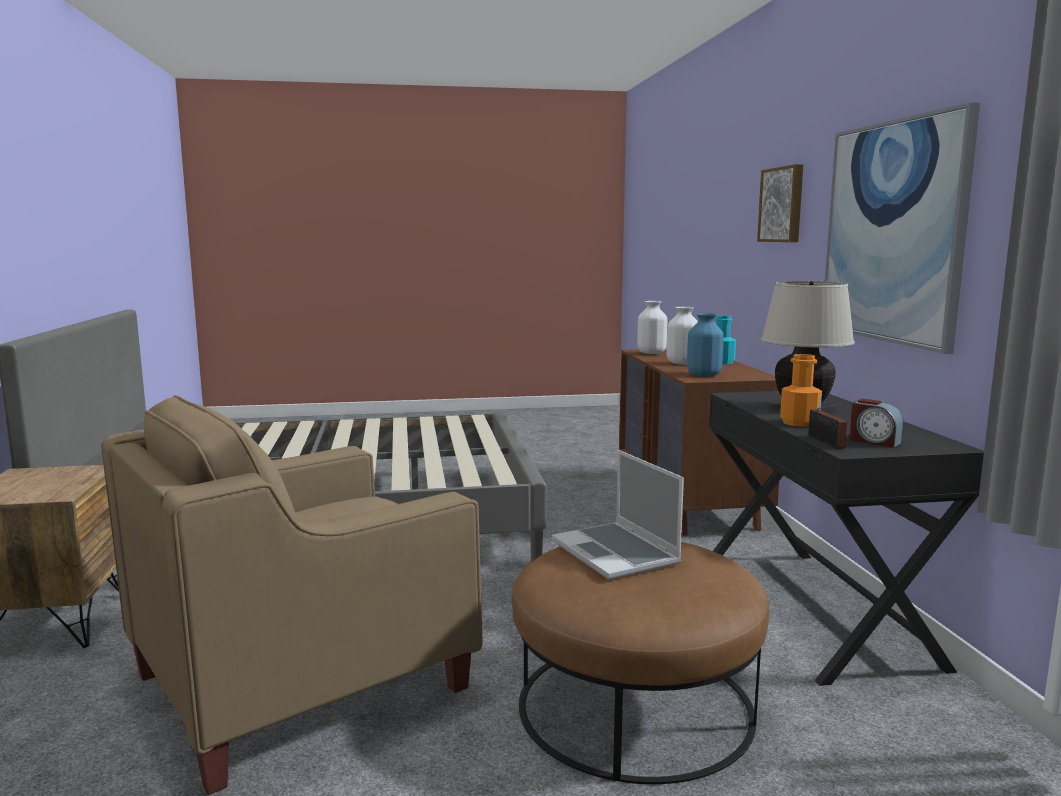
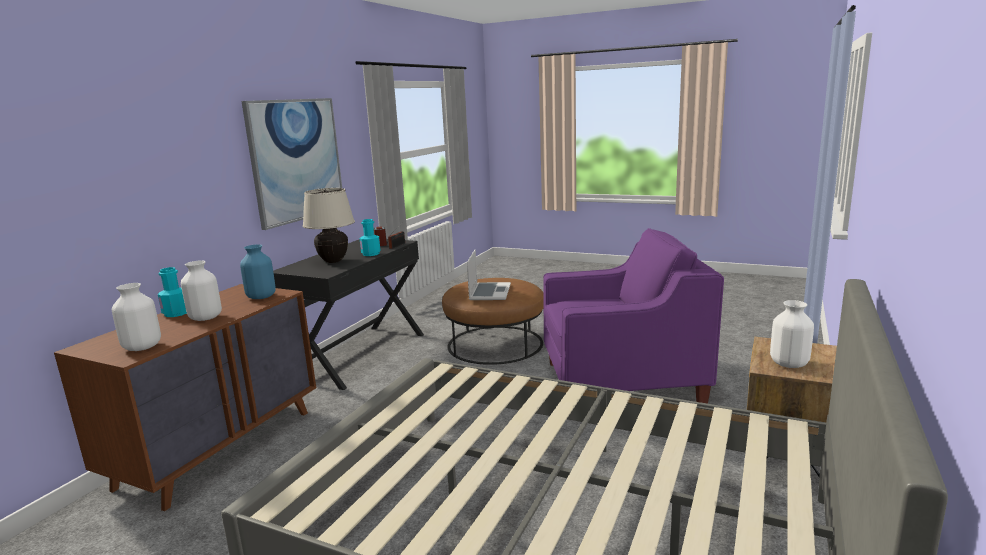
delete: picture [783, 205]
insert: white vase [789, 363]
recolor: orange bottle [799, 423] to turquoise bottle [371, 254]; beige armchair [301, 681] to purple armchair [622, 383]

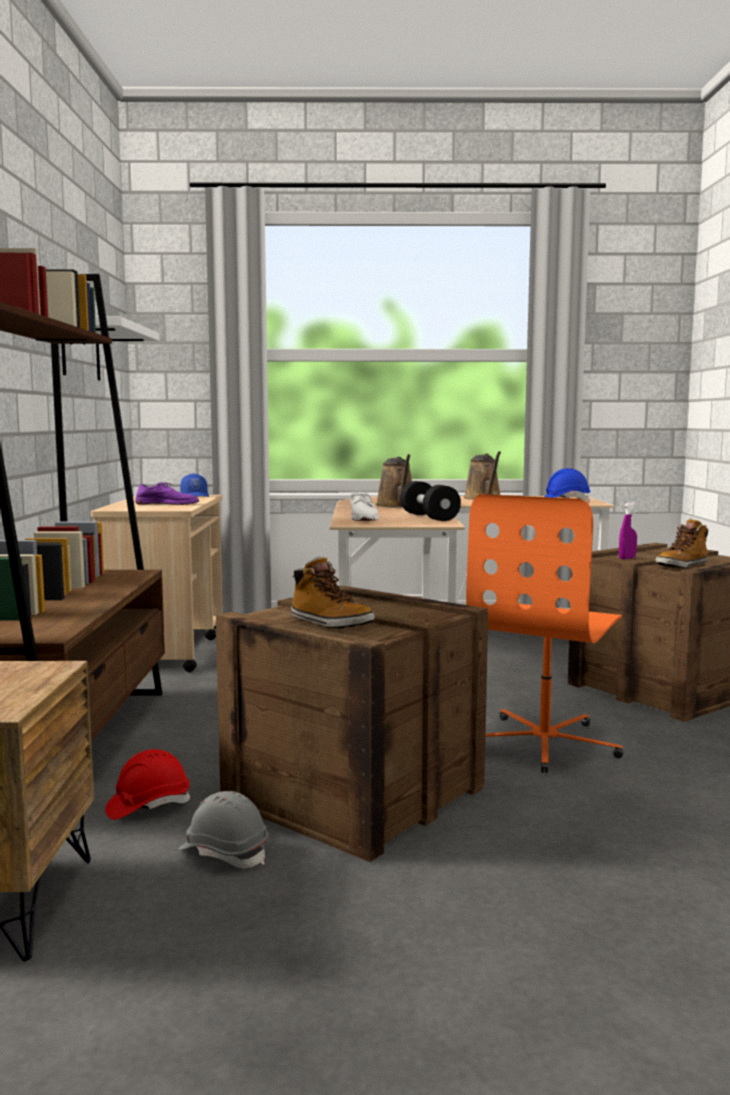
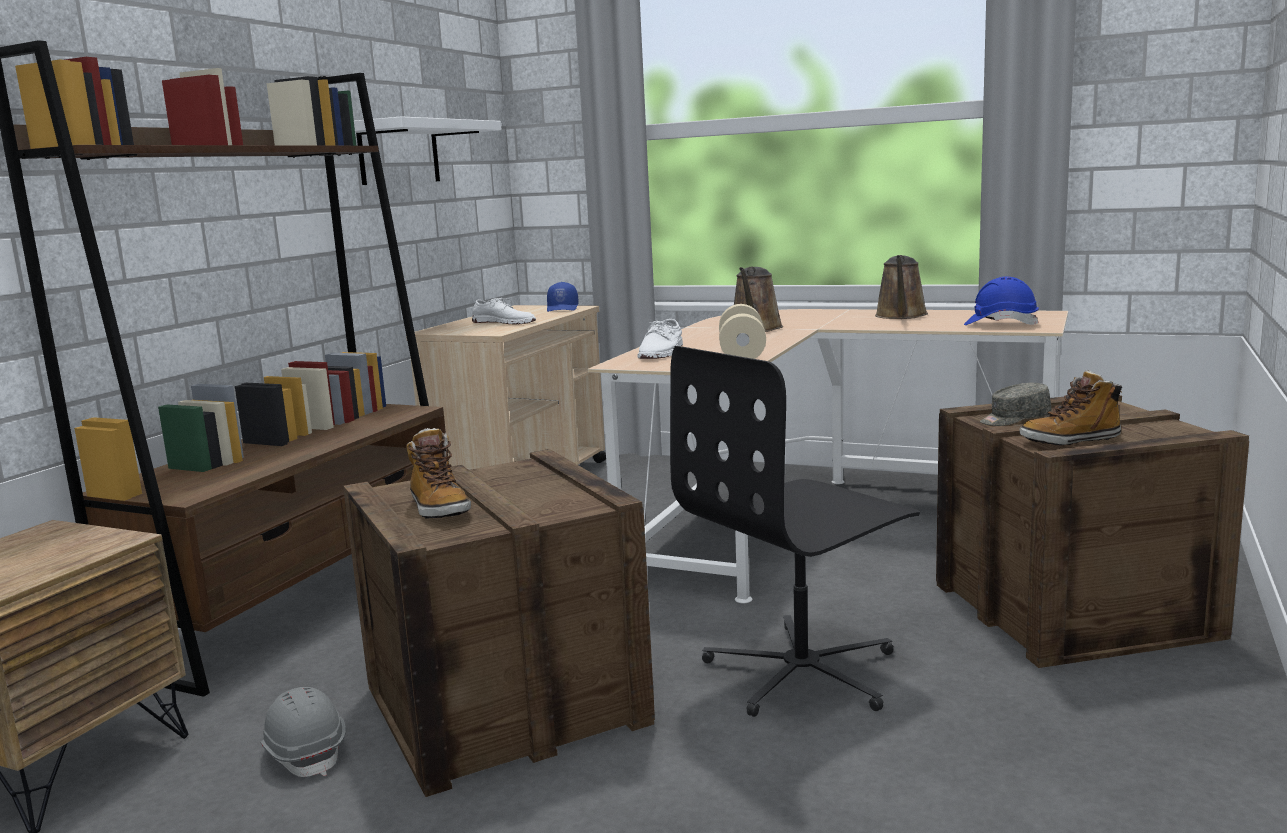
delete: red hard hat [148, 805]
replace: purple spray bottle [627, 558] to grey cap [1014, 420]
recolor: black dumbbell [429, 517] to beige dumbbell [742, 354]; purple shoe [167, 503] to white shoe [504, 322]; orange office chair [545, 743] to black office chair [803, 672]

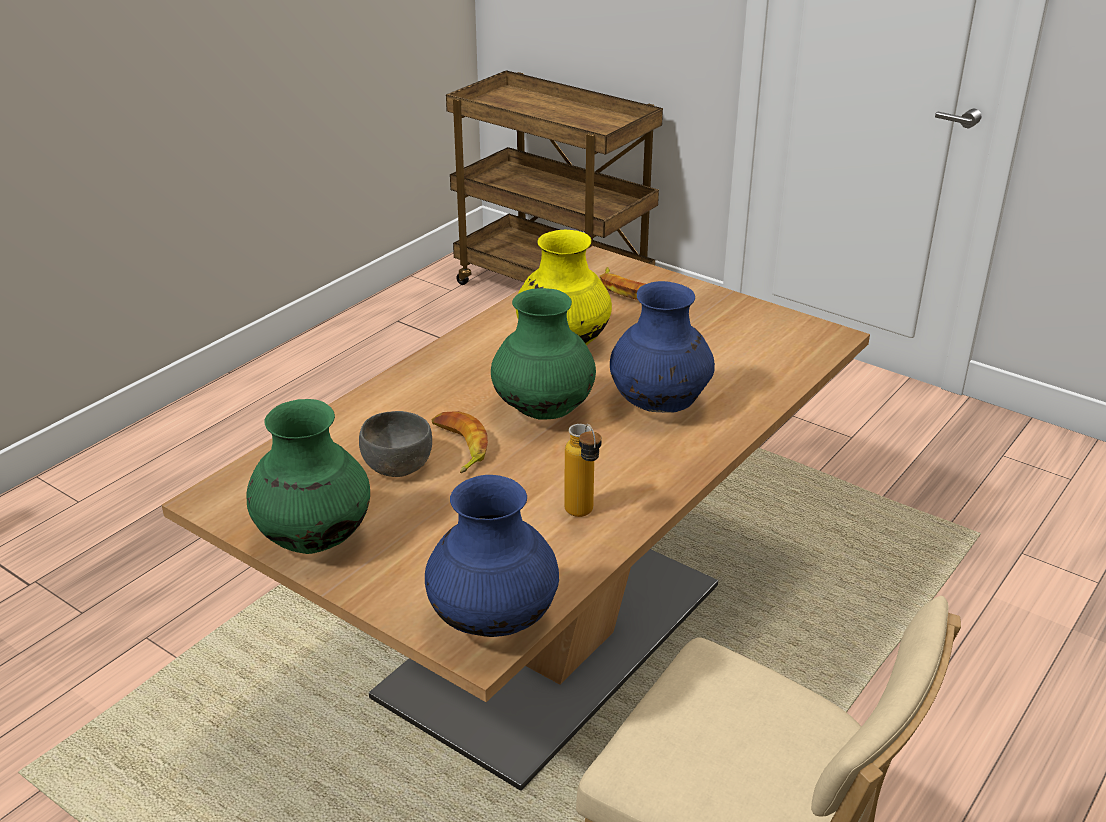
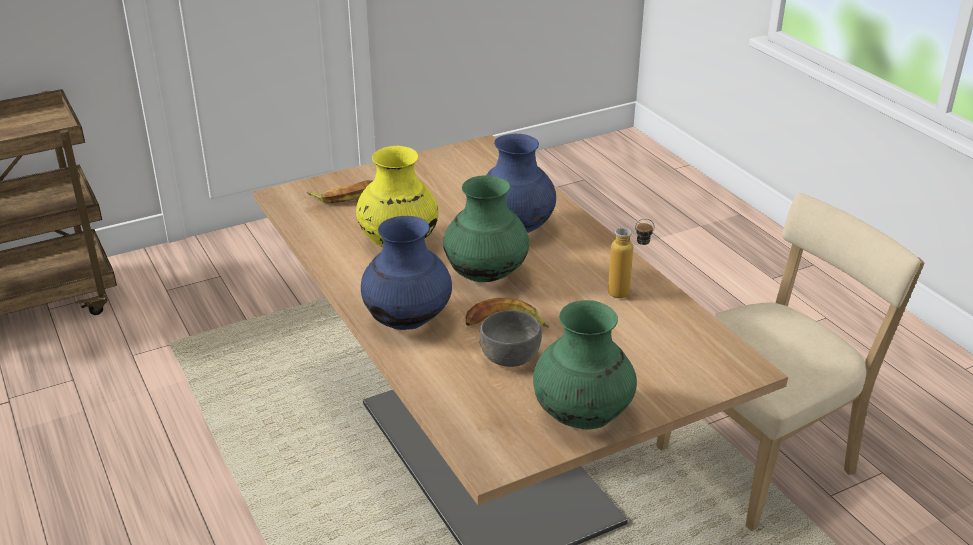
move: blue vase [494, 621] to [407, 320]

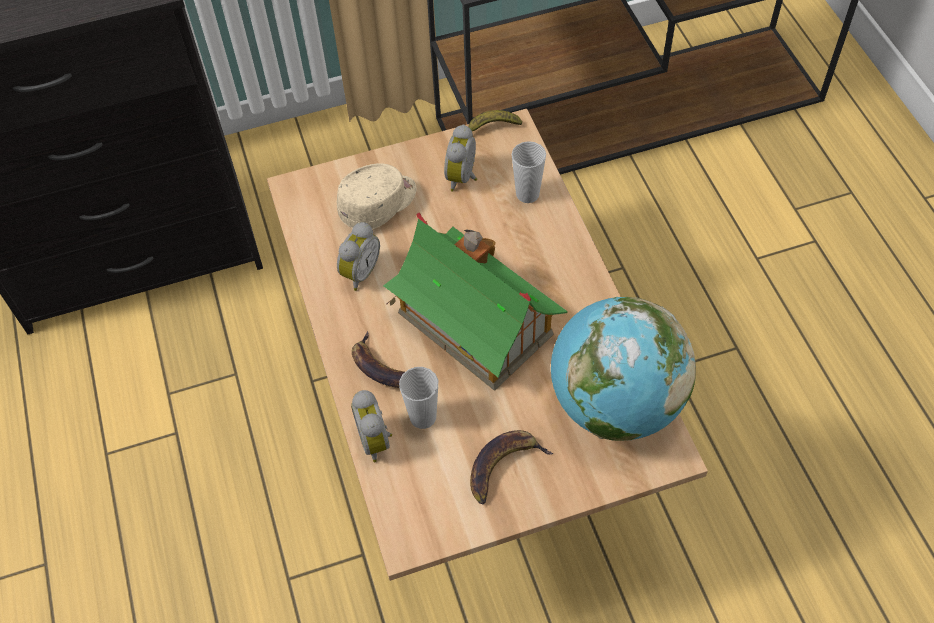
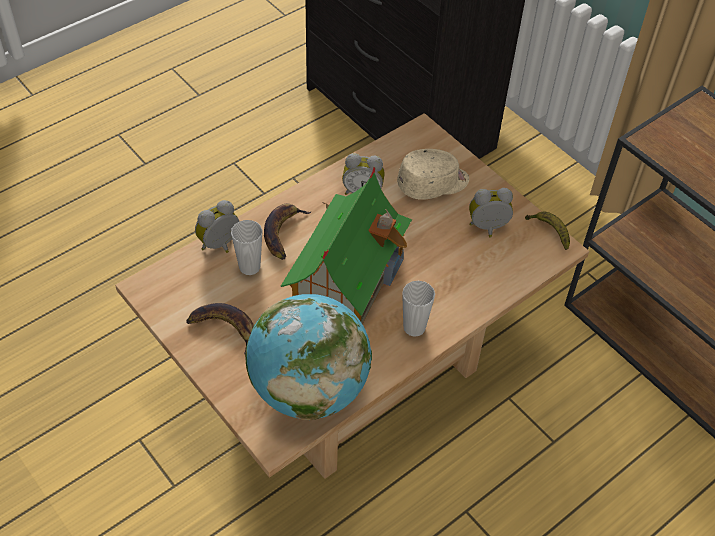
move: cup [527, 194] to [414, 327]
rotate: beige cap [379, 204] = [433, 184] 45 degrees counterclockwise

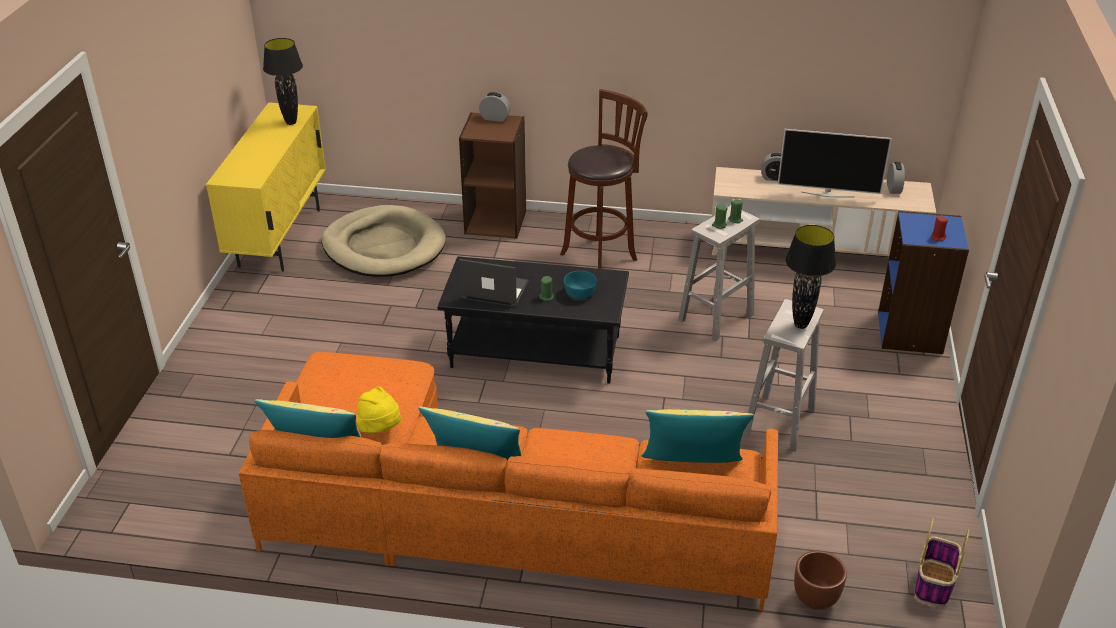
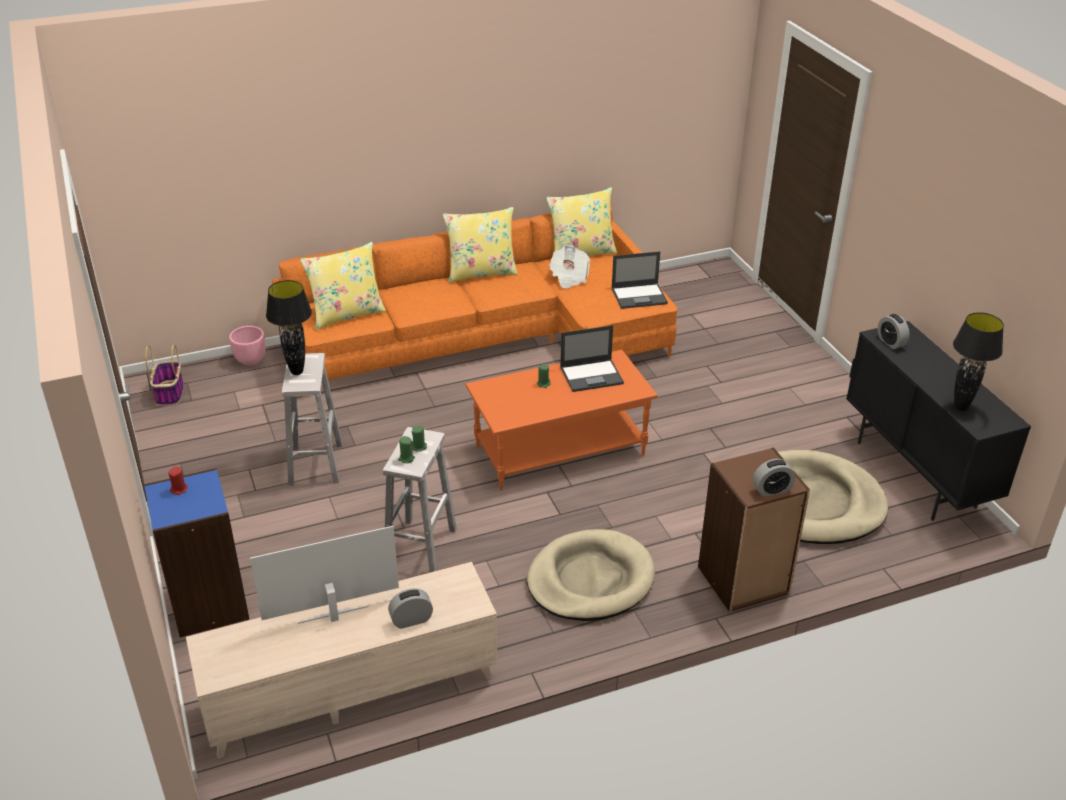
delete: turquoise bowl [580, 293]
insert: laptop [639, 296]
move: alarm clock [893, 188] to [890, 342]
replace: brown stool [601, 255] to beige dog bed [590, 580]; yellow hat [381, 429] to newspaper [569, 277]
recolor: yellow cabinet [280, 237] to black cabinet [915, 474]; black coffee table [534, 353] to orange coffee table [560, 450]; brown planter [815, 600] to pink planter [251, 360]

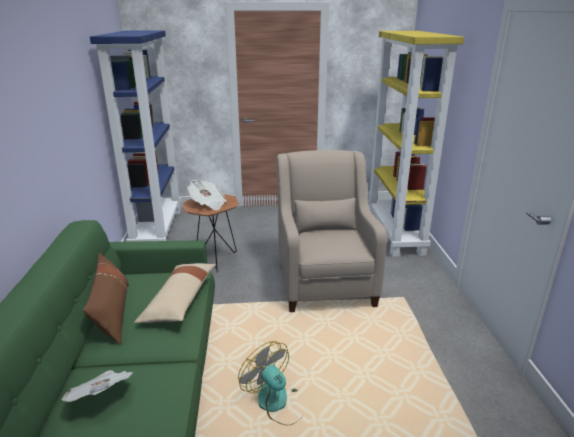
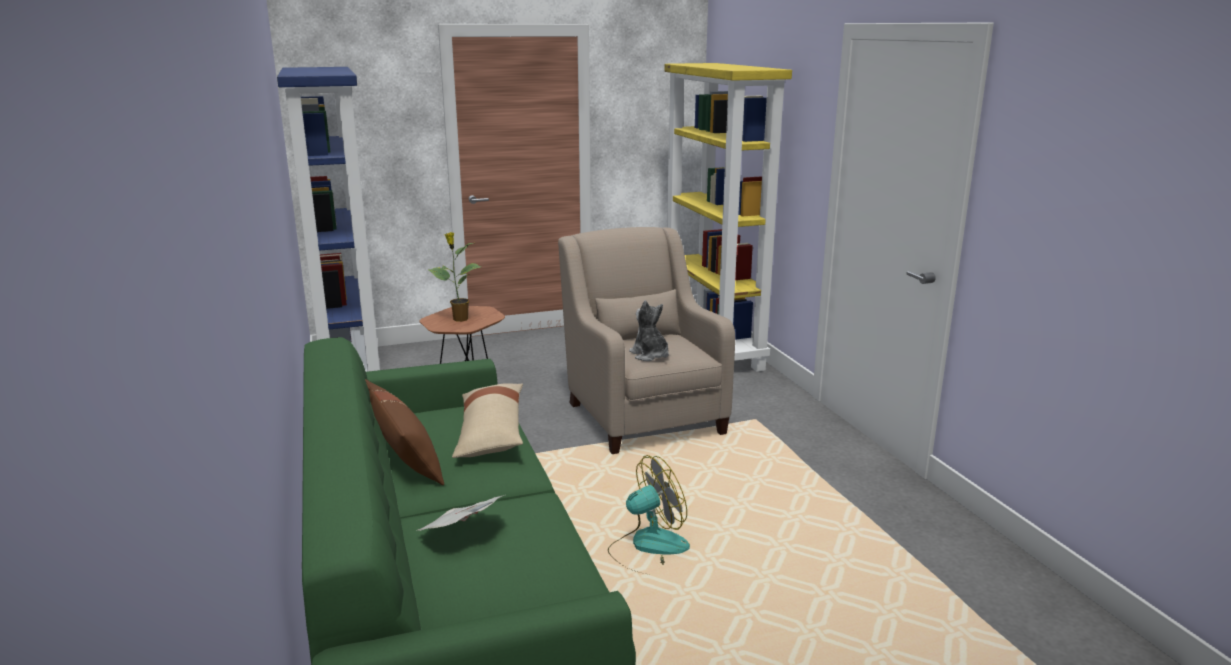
insert: plush toy [650, 355]
replace: newspaper [208, 204] to potted plant [459, 319]
rotate: fan [278, 402] = [647, 548] 120 degrees clockwise

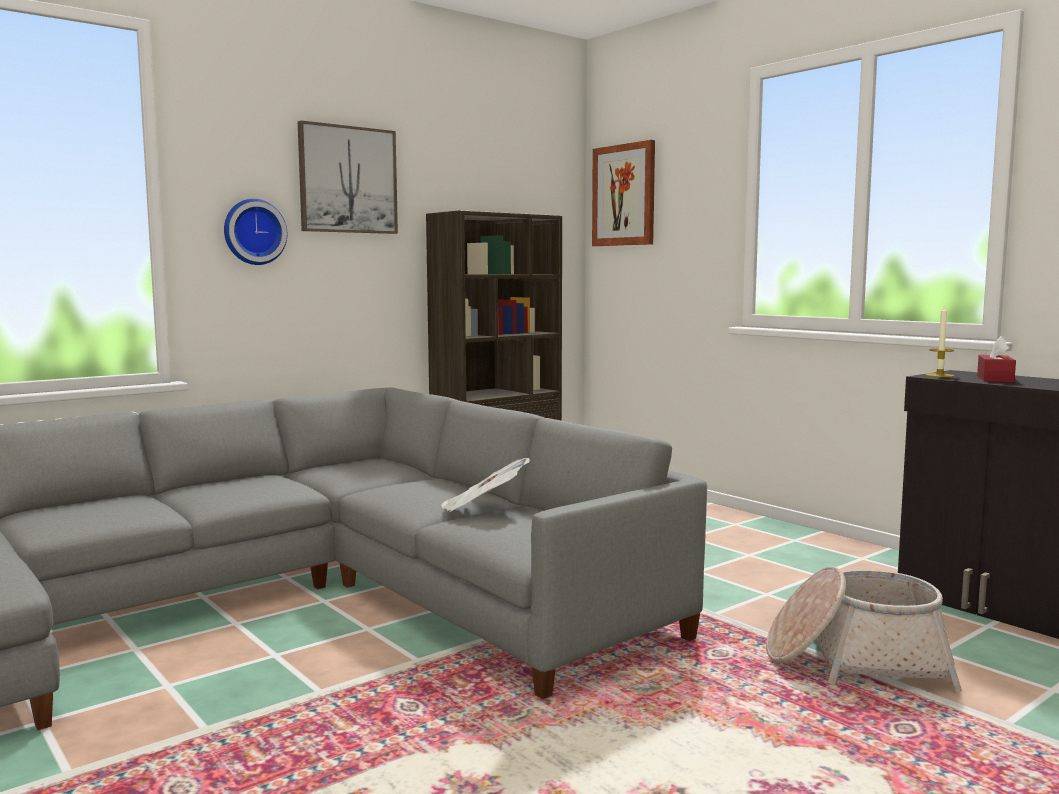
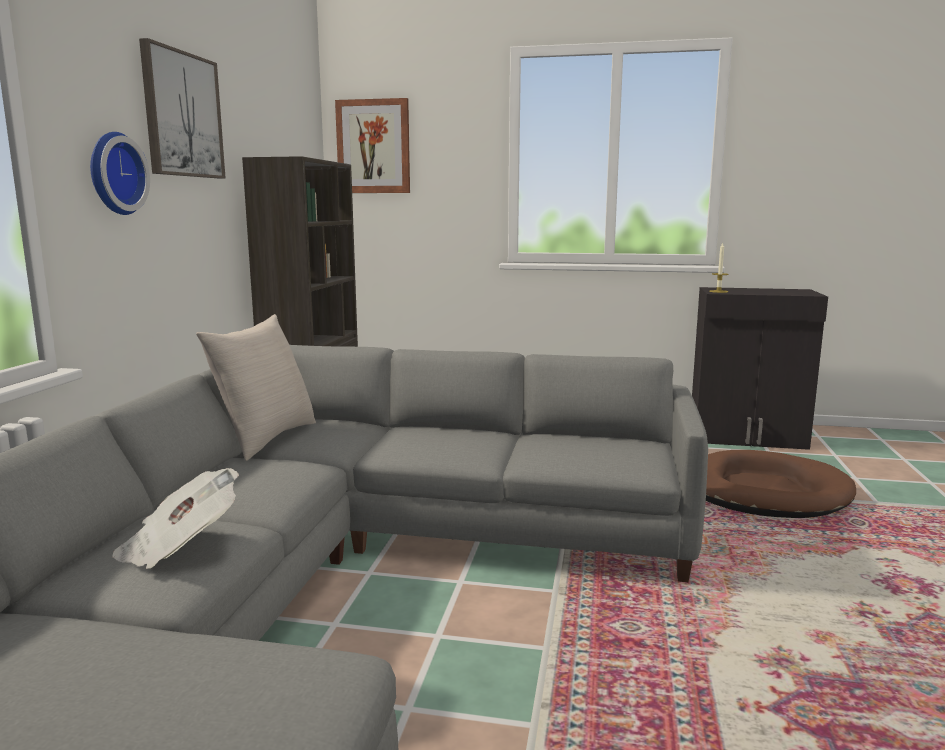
delete: red tissue box [995, 379]
insert: beige pillow [265, 439]
move: newspaper [483, 509] to [179, 547]
replace: basket [855, 661] to brown dog bed [764, 492]

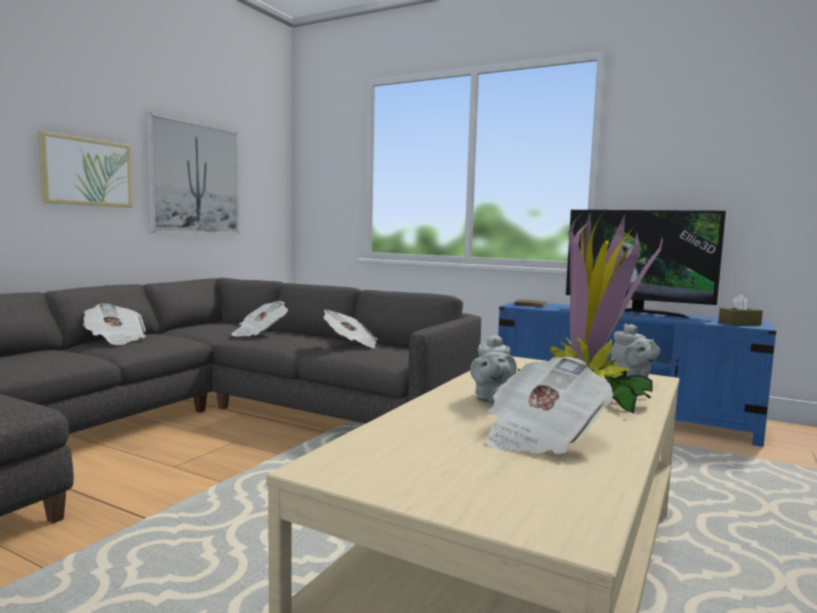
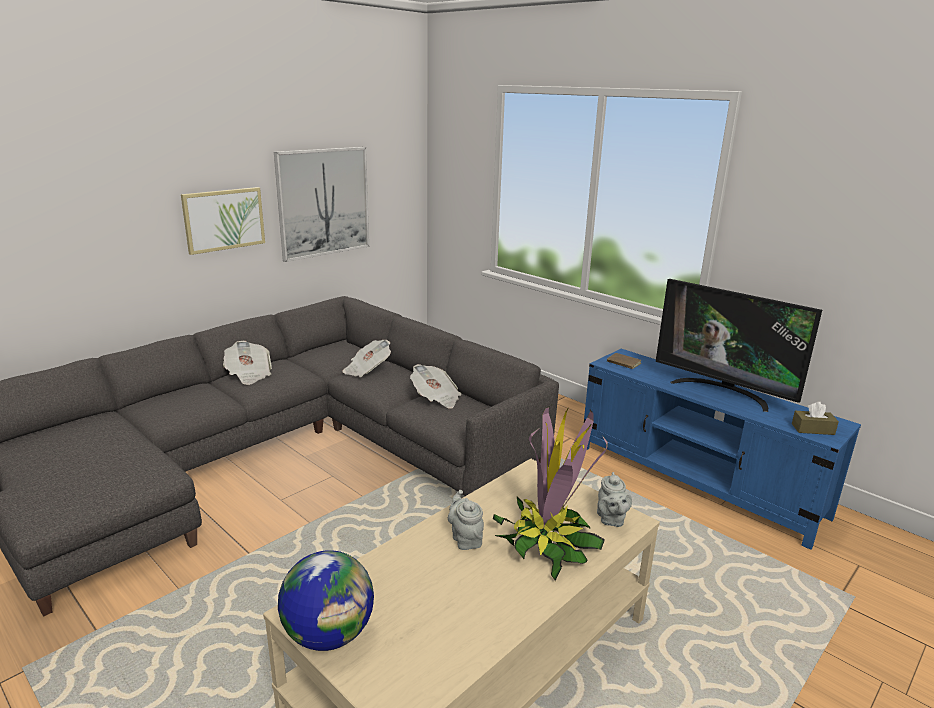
delete: newspaper [540, 437]
insert: globe [329, 634]
rotate: grey teapot [491, 399] = [465, 539] 135 degrees clockwise

